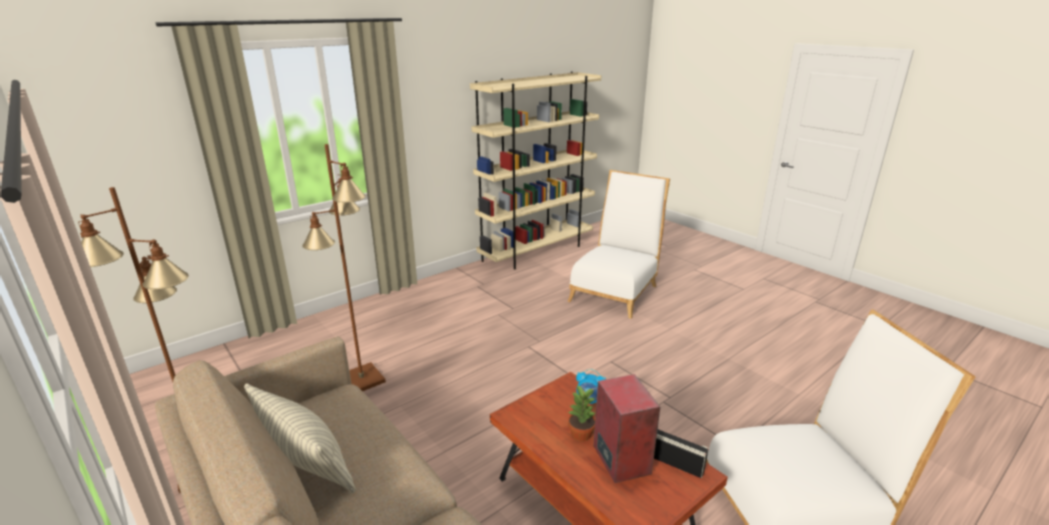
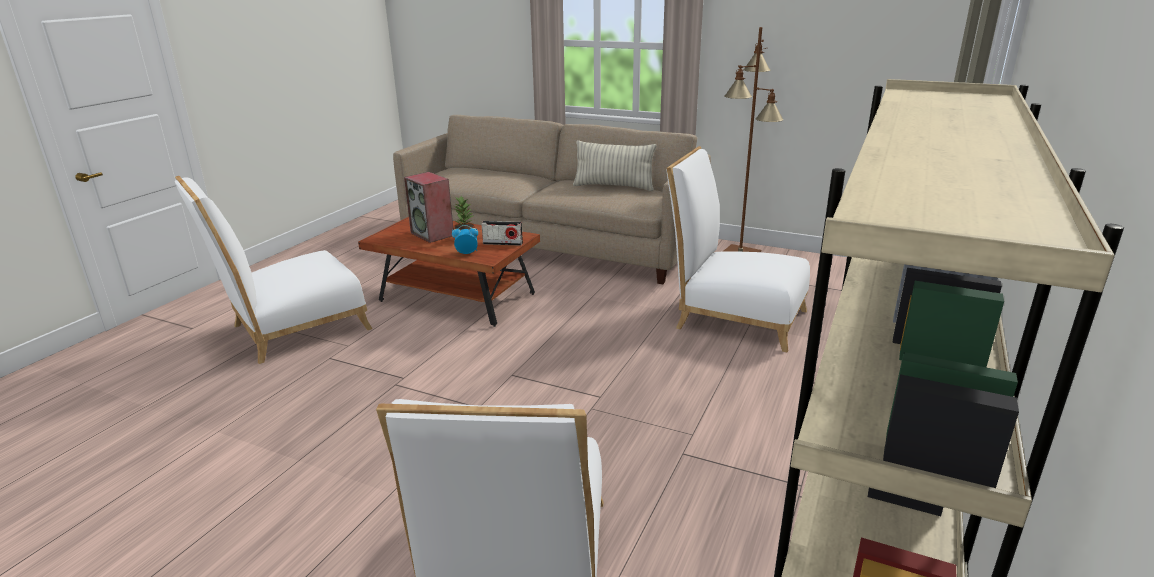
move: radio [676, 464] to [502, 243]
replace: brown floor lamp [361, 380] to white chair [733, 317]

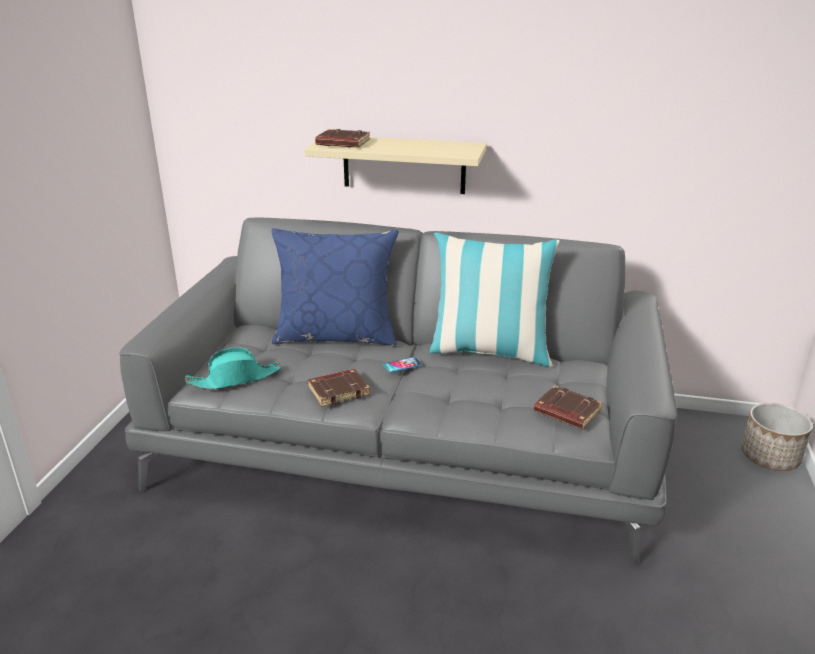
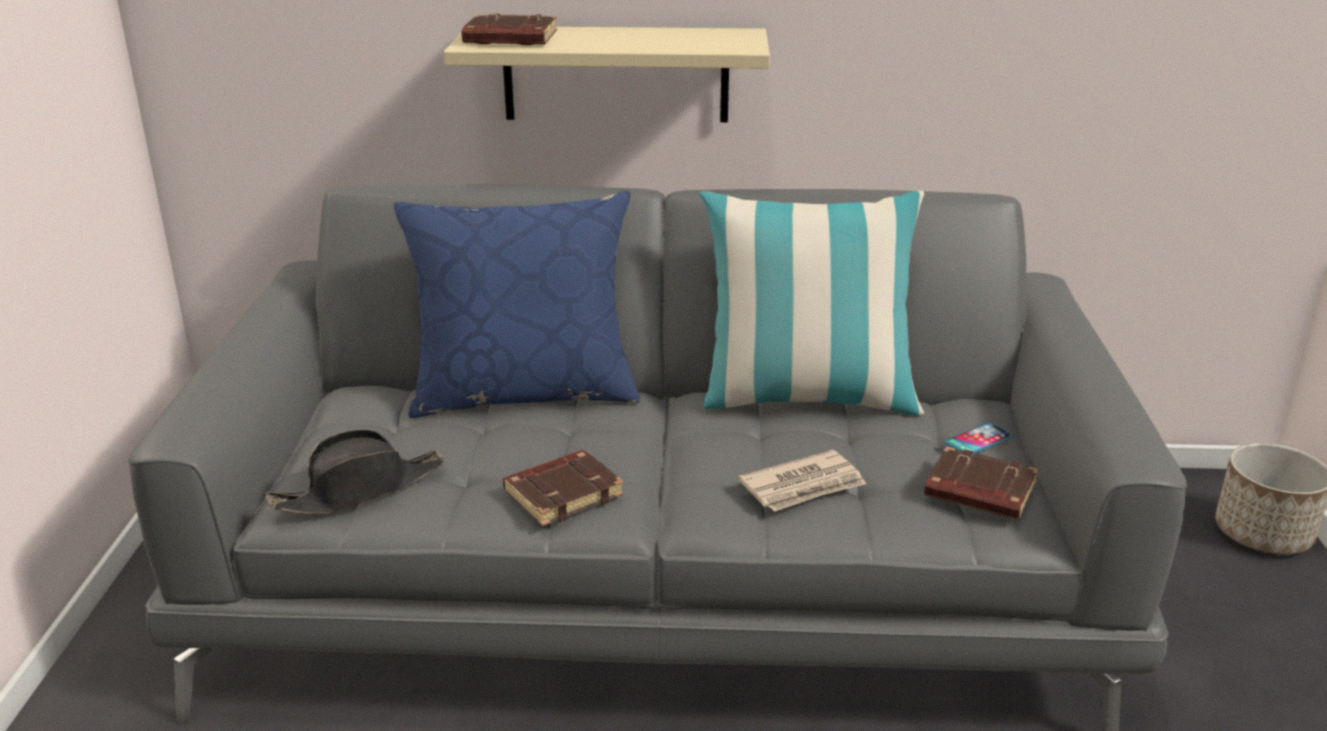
insert: newspaper [803, 486]
move: phone [402, 365] to [978, 440]
recolor: turquoise hat [235, 379] to black hat [360, 489]

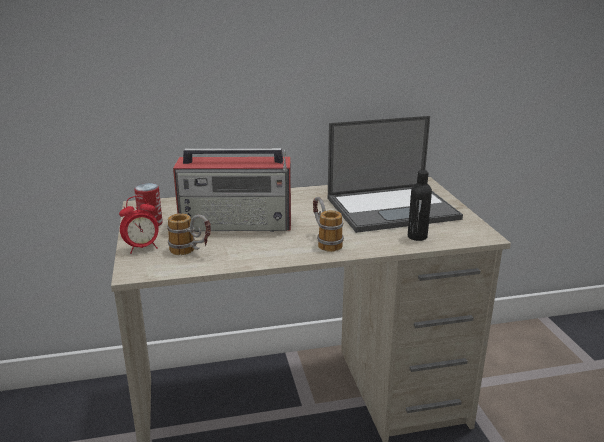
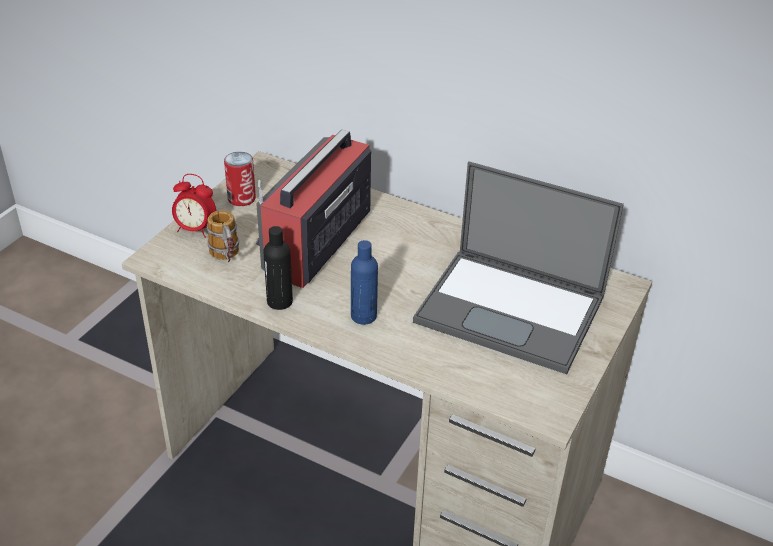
move: black bottle [417, 236] to [279, 301]
replace: mug [324, 241] to blue bottle [363, 316]
rotate: radio [238, 224] = [316, 243] 75 degrees clockwise

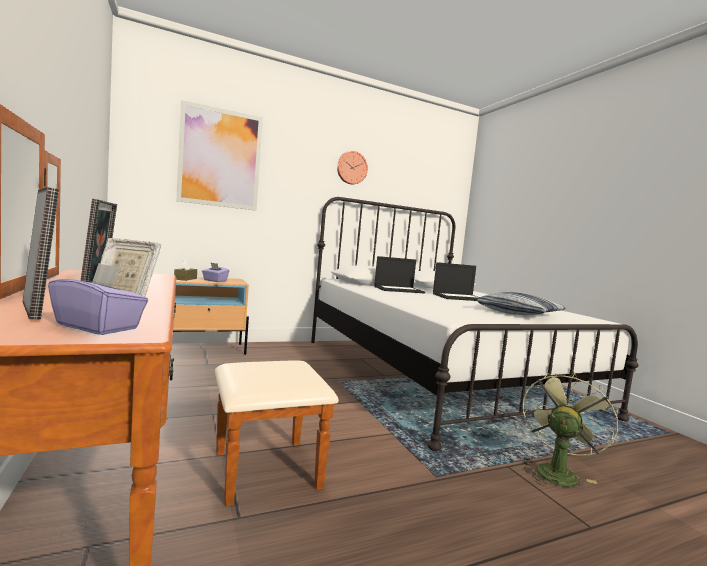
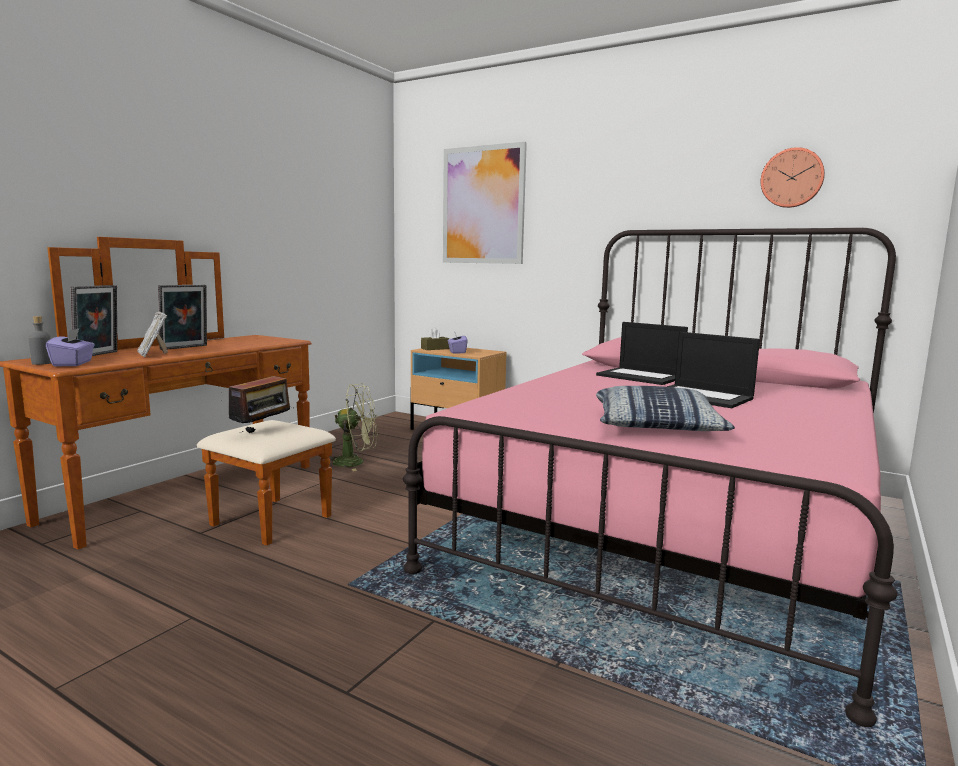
insert: grey bottle [42, 363]; radio [262, 431]
move: wall clock [351, 168] to [792, 178]; green fan [556, 471] to [356, 462]
recolor: white bed [438, 373] to pink bed [672, 526]

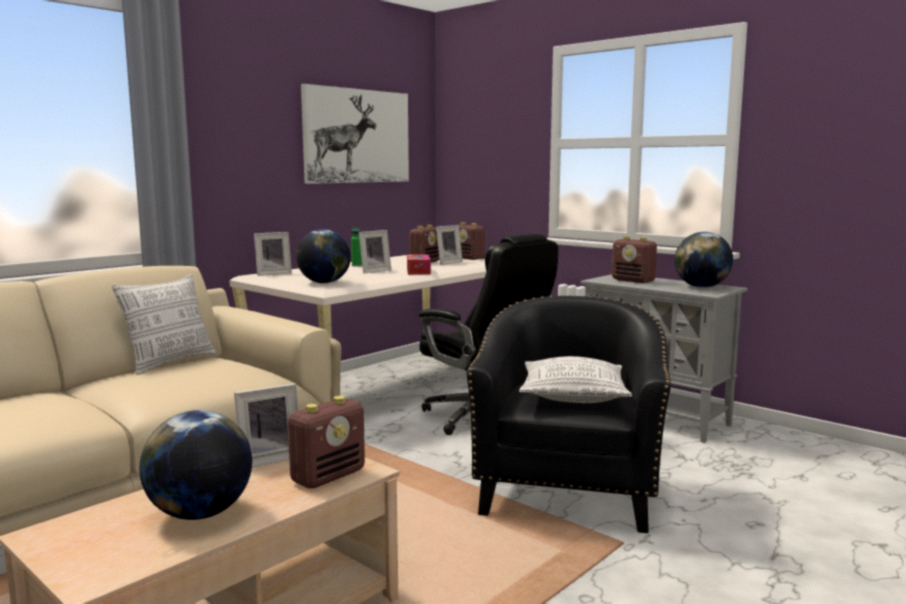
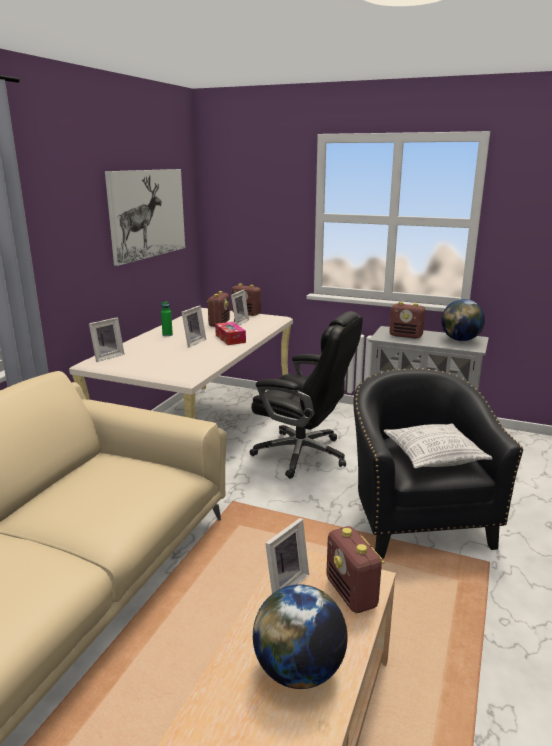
delete: globe [324, 283]; pillow [170, 362]
rotate: radio [329, 476] = [352, 593] 135 degrees clockwise

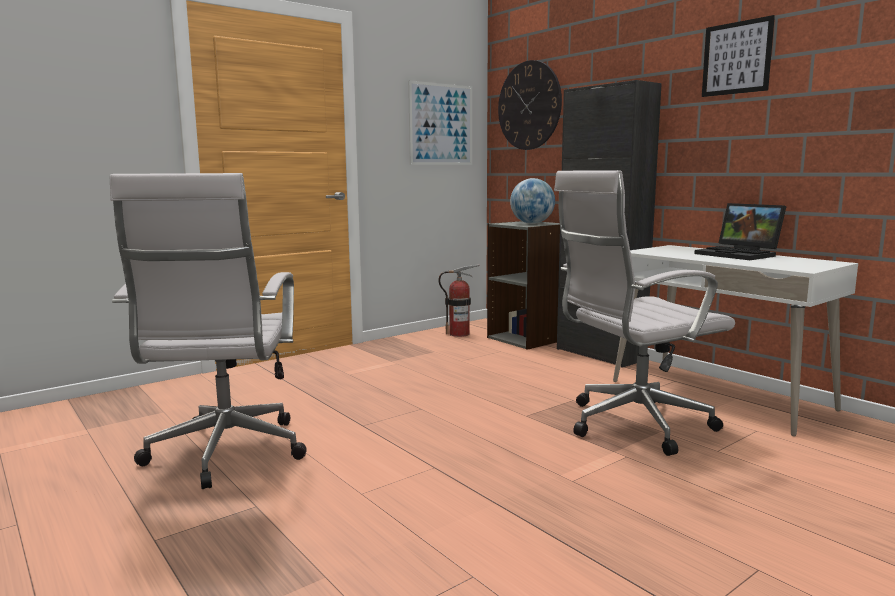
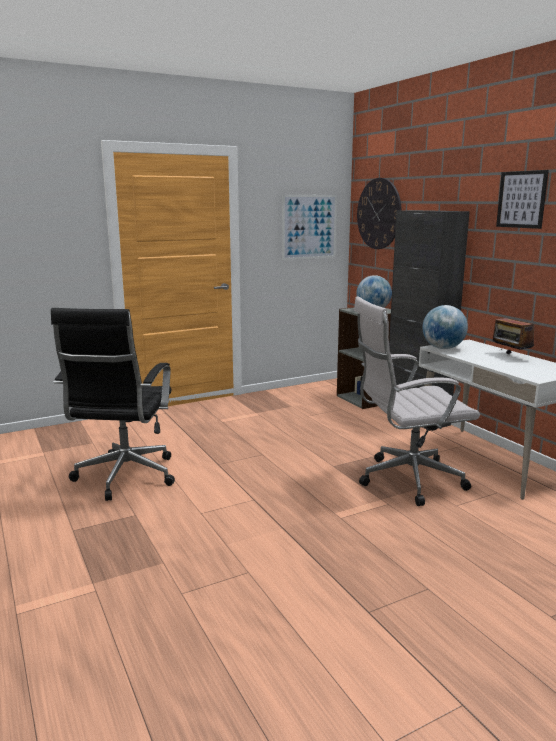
delete: fire extinguisher [459, 334]
insert: globe [443, 348]
replace: laptop [740, 254] to radio [510, 356]
recolor: white office chair [225, 455] to black office chair [124, 478]

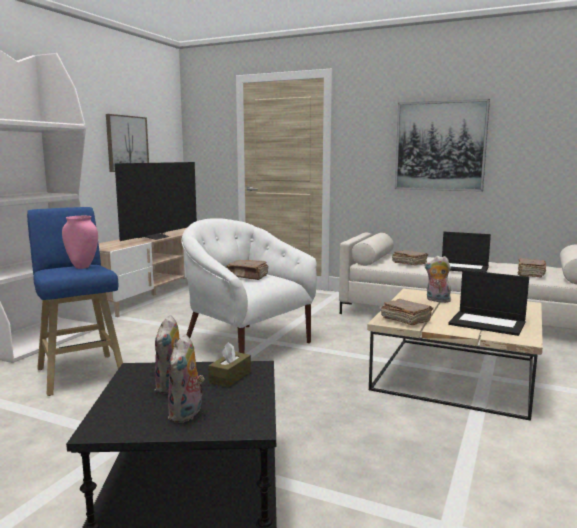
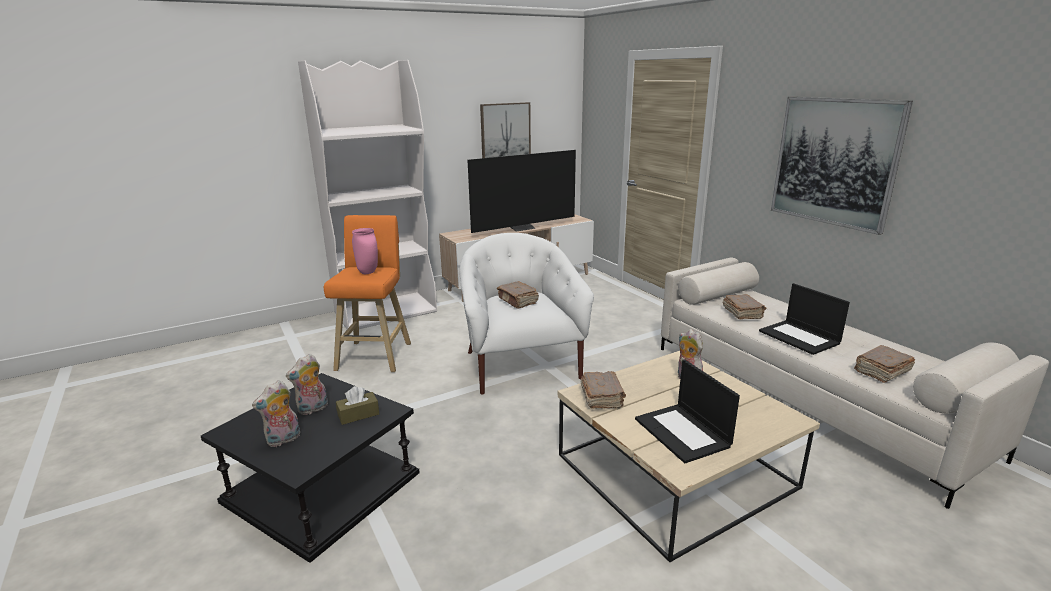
recolor: blue stool [80, 372] to orange stool [375, 355]

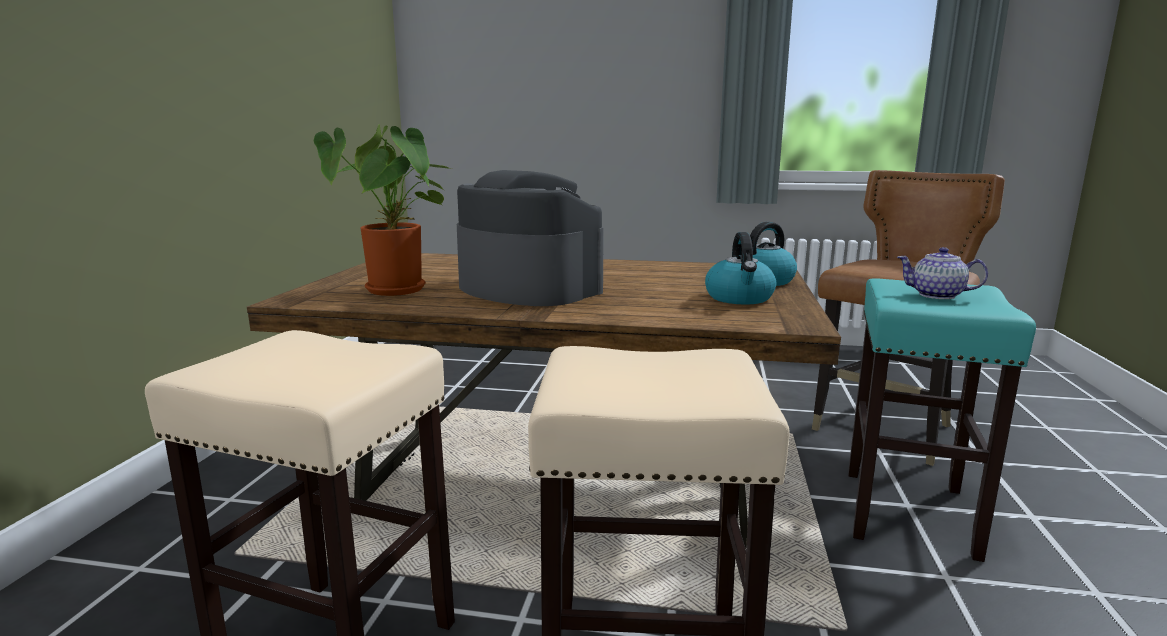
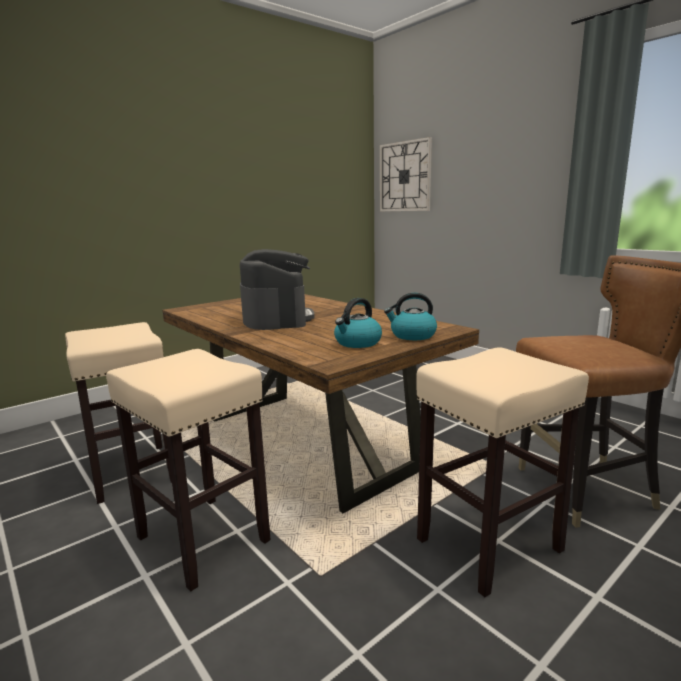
delete: potted plant [398, 291]; teapot [937, 295]
insert: wall clock [405, 176]
recolor: turquoise stool [909, 513] to beige stool [488, 545]

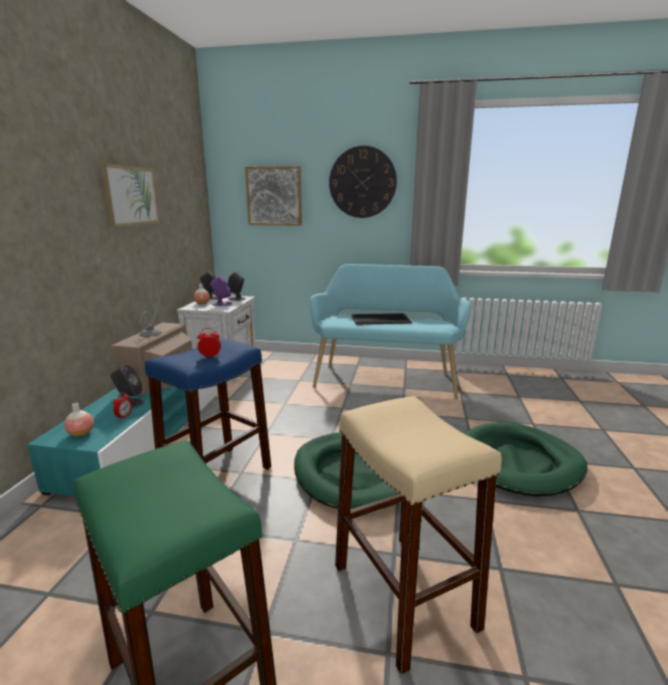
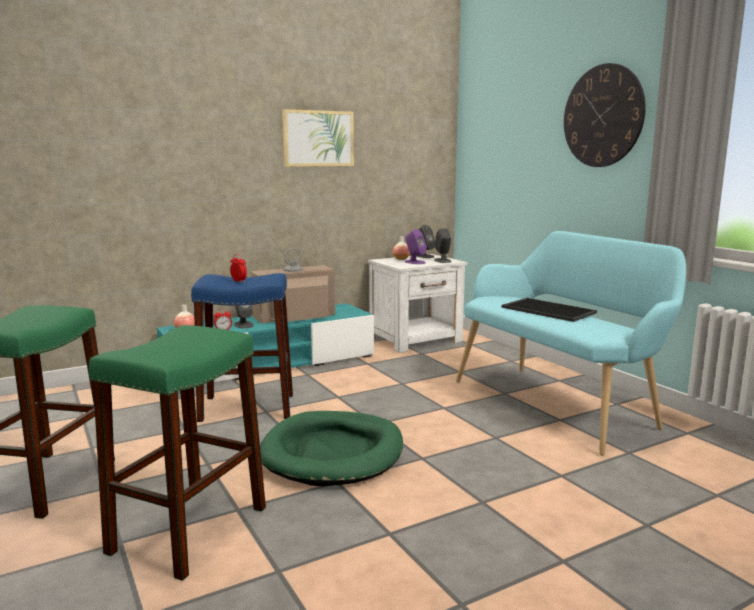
delete: picture [274, 196]; green dog bed [517, 462]
recolor: beige stool [403, 595] to green stool [189, 529]

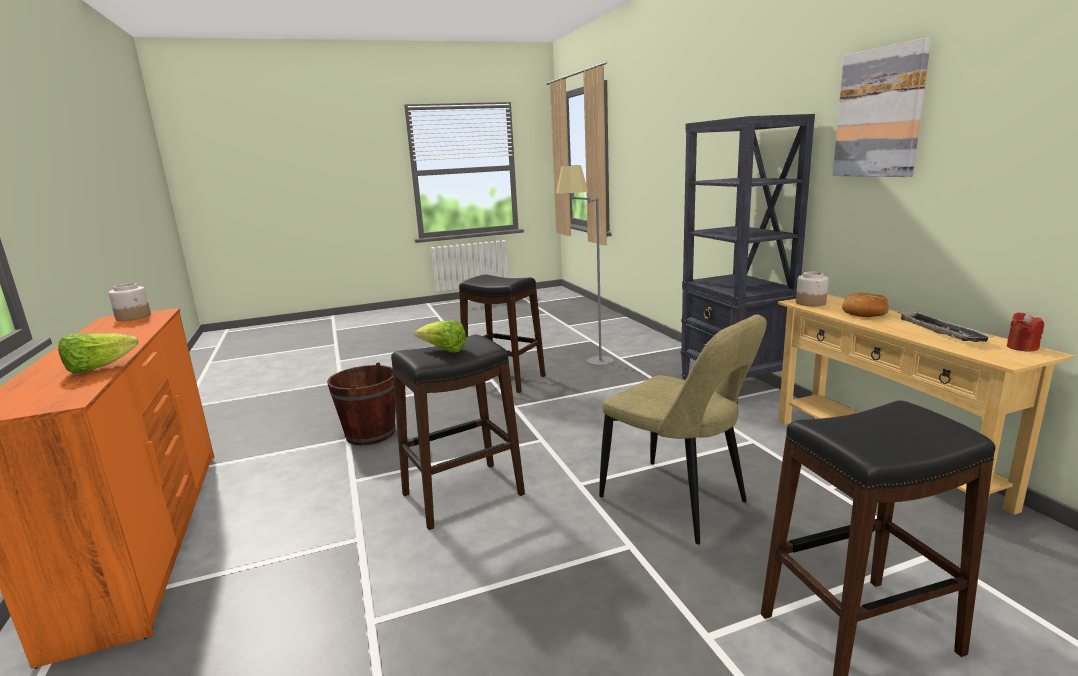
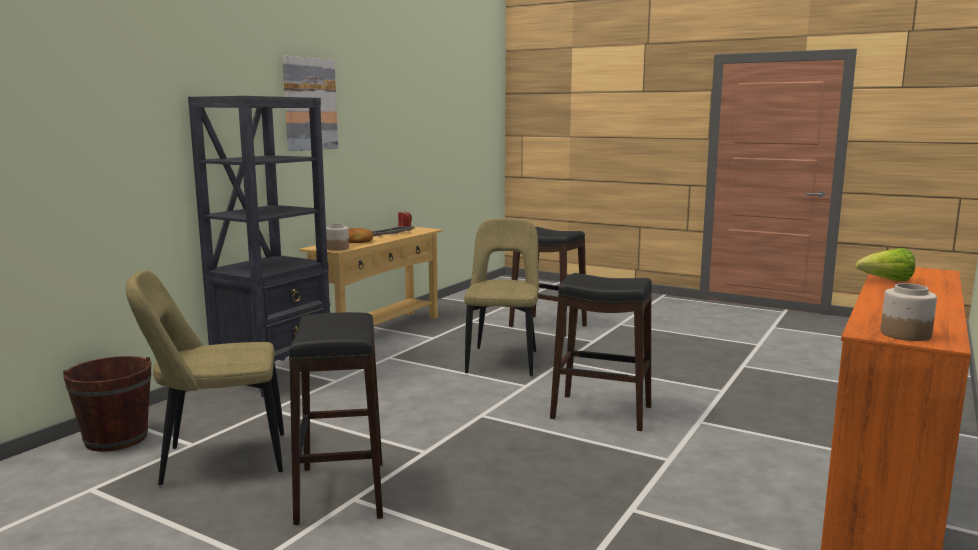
delete: lettuce [444, 350]
move: brown bucket [370, 434] to [116, 439]
replace: grey floor lamp [587, 361] to beige chair [218, 460]

